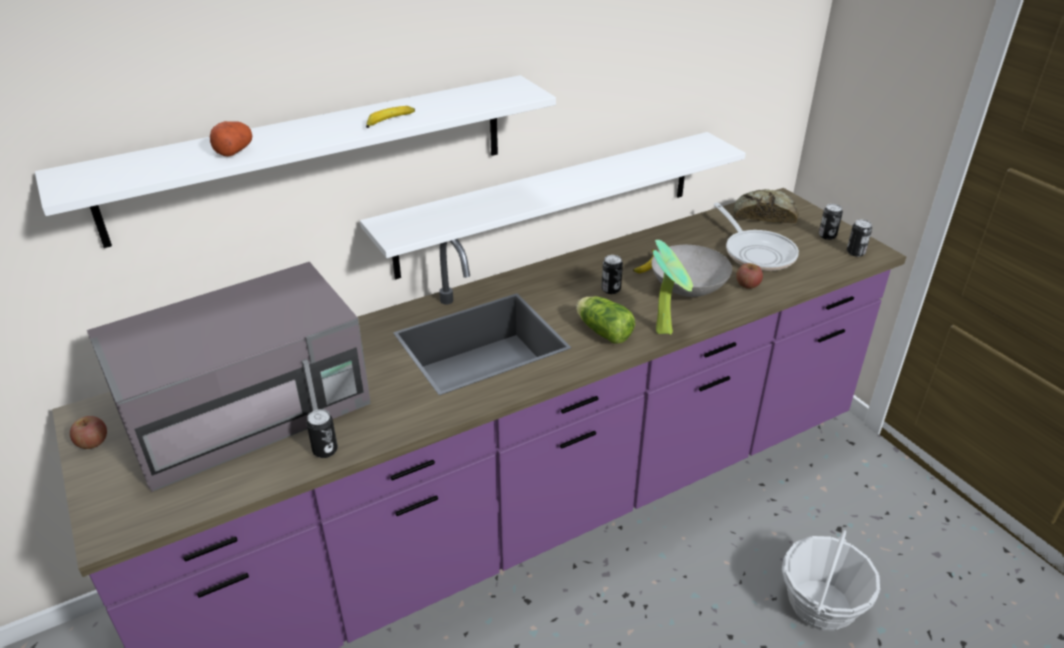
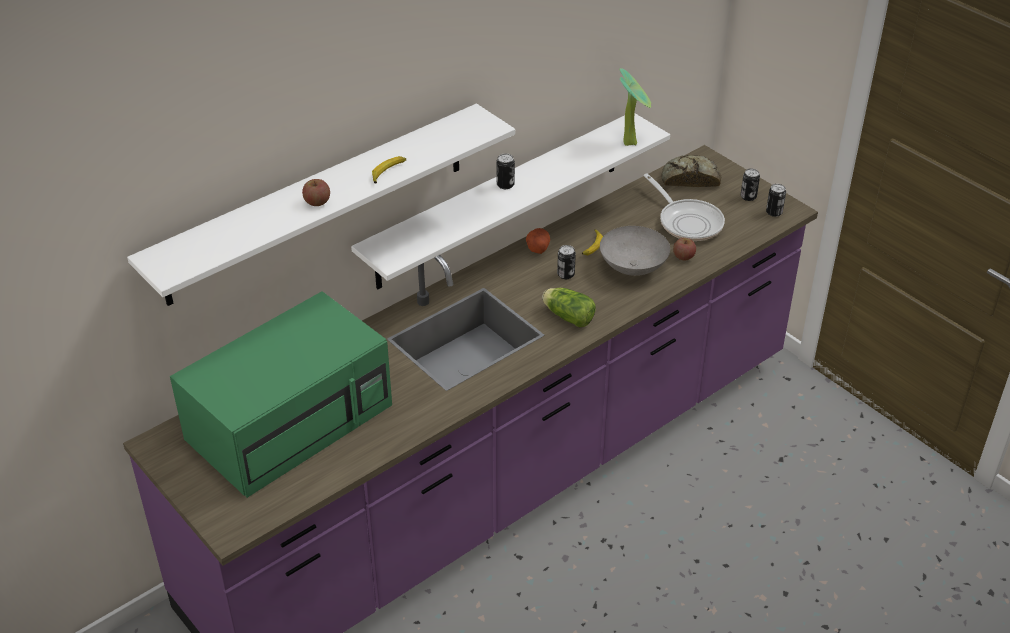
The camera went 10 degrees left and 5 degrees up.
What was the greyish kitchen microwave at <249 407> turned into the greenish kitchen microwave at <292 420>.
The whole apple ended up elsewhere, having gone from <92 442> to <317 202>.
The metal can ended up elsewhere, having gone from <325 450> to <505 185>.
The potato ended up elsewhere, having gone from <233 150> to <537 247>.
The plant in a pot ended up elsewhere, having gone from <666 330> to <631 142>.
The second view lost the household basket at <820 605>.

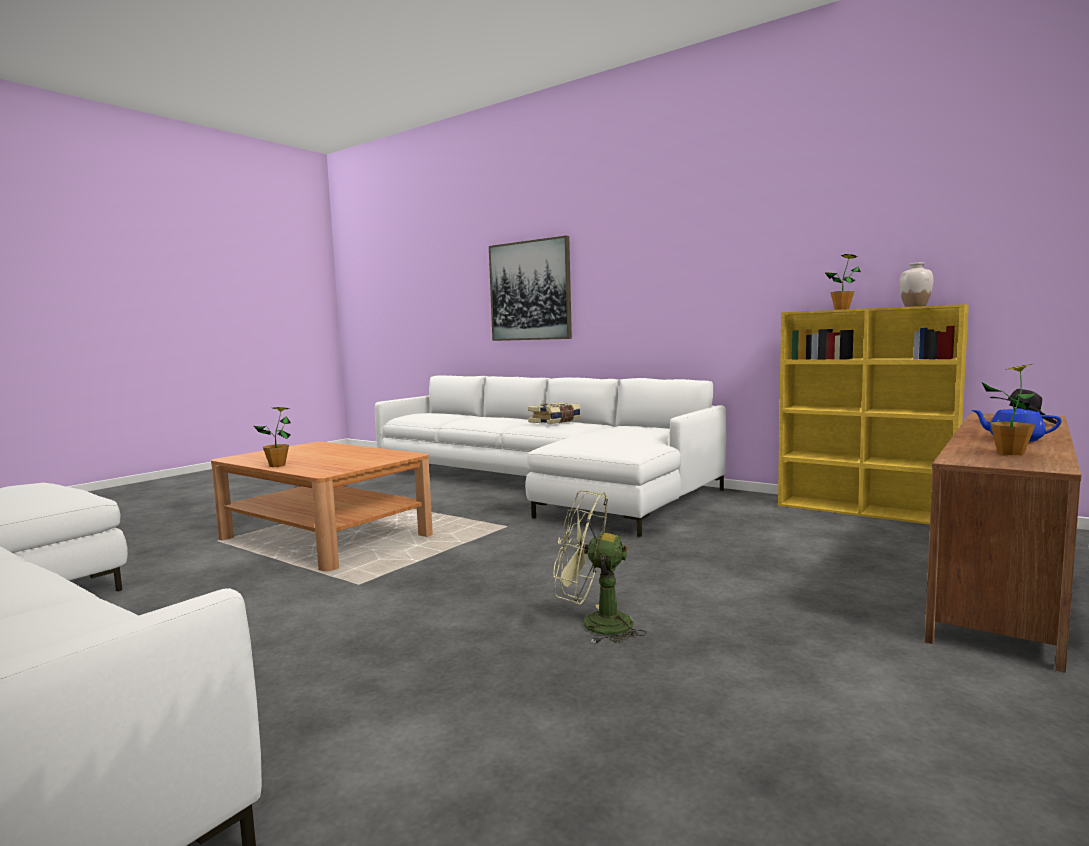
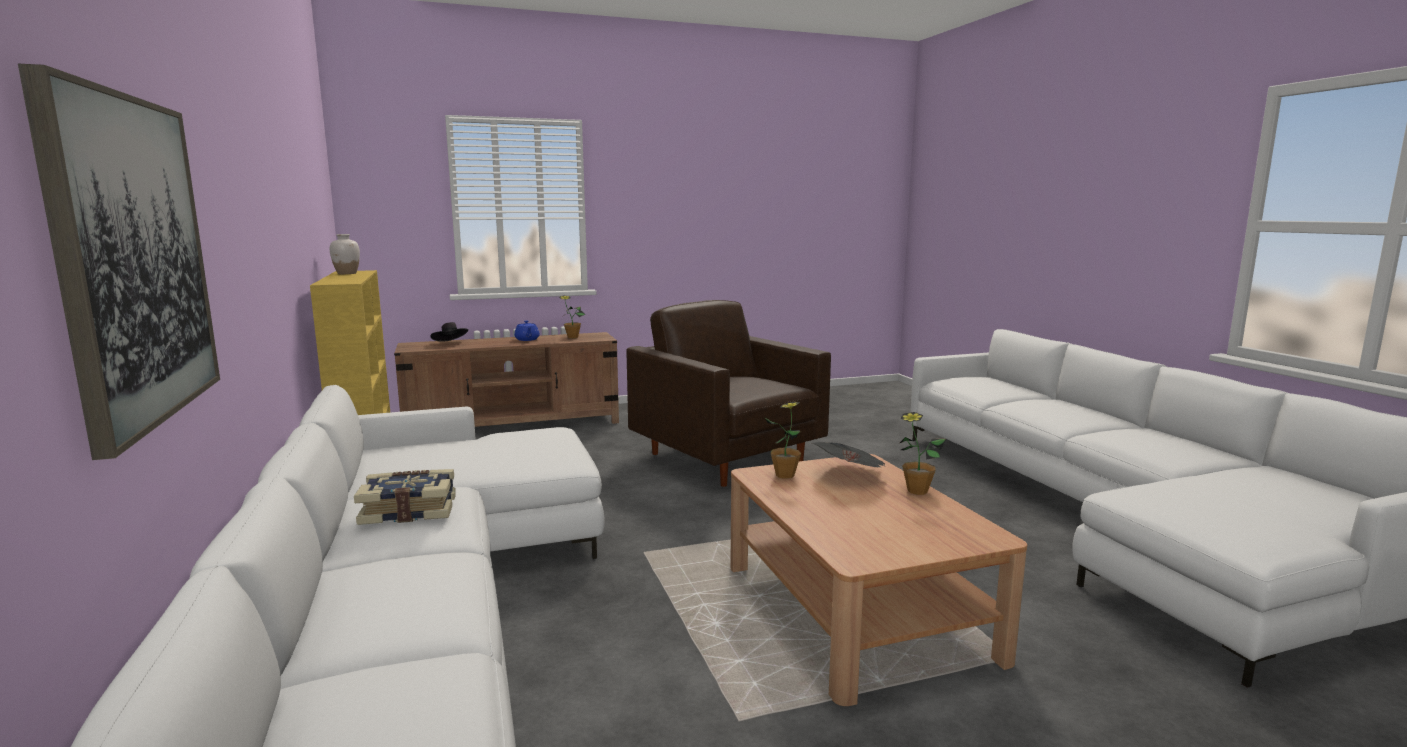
The camera went 145 degrees left and 5 degrees up.
Where the greenish cooling fan stood at <595 624>, the brown-coloured armchair came to stand at <728 459>.
The plant in a pot ended up elsewhere, having gone from <842 309> to <785 475>.
The second view gained the printed paper at <850 475>.

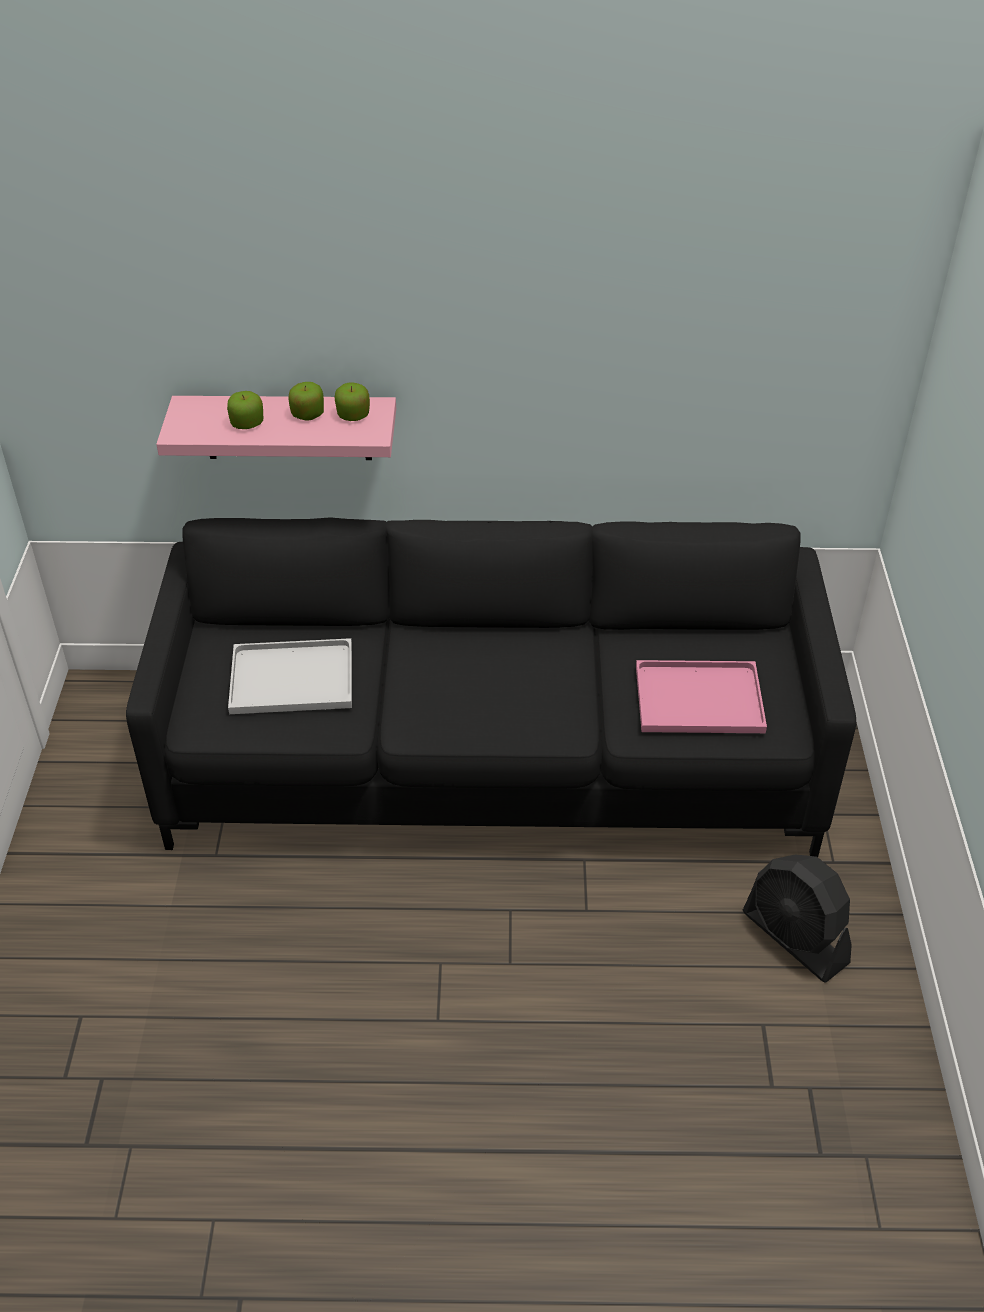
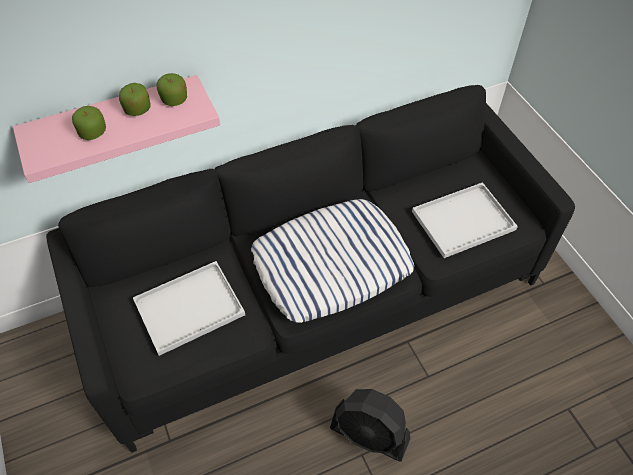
The camera went 25 degrees left and 10 degrees up.
The second view gained the cushion at <331 264>.
The black cooling fan ended up elsewhere, having gone from <795 938> to <369 434>.
What was the pinkish carrying tray at <696 700> turned into the white-coloured carrying tray at <462 222>.

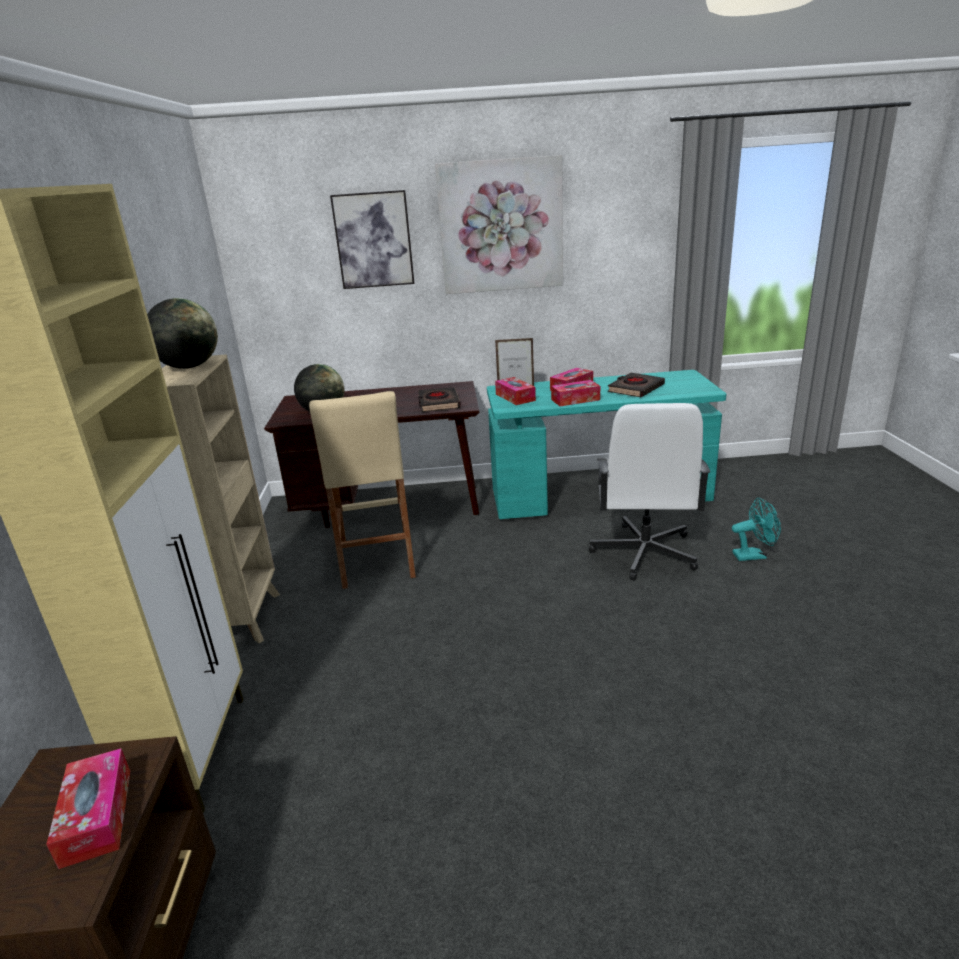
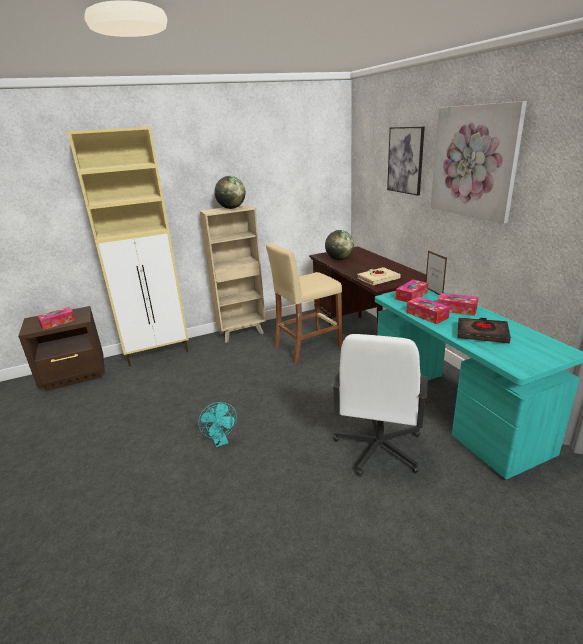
The camera went 70 degrees right and 0 degrees up.
The turquoise cooling fan ended up elsewhere, having gone from <754 555> to <220 441>.
The white-coloured office chair at <644 553> ended up facing another way, 60 degrees counterclockwise from before.
What was the black book at <438 403> turned into the sand-coloured book at <378 279>.

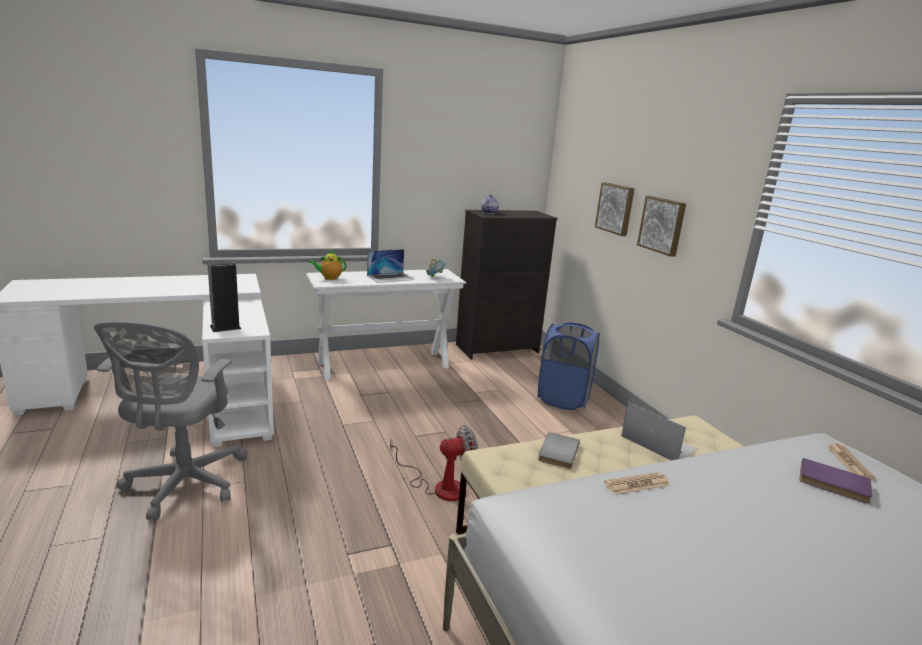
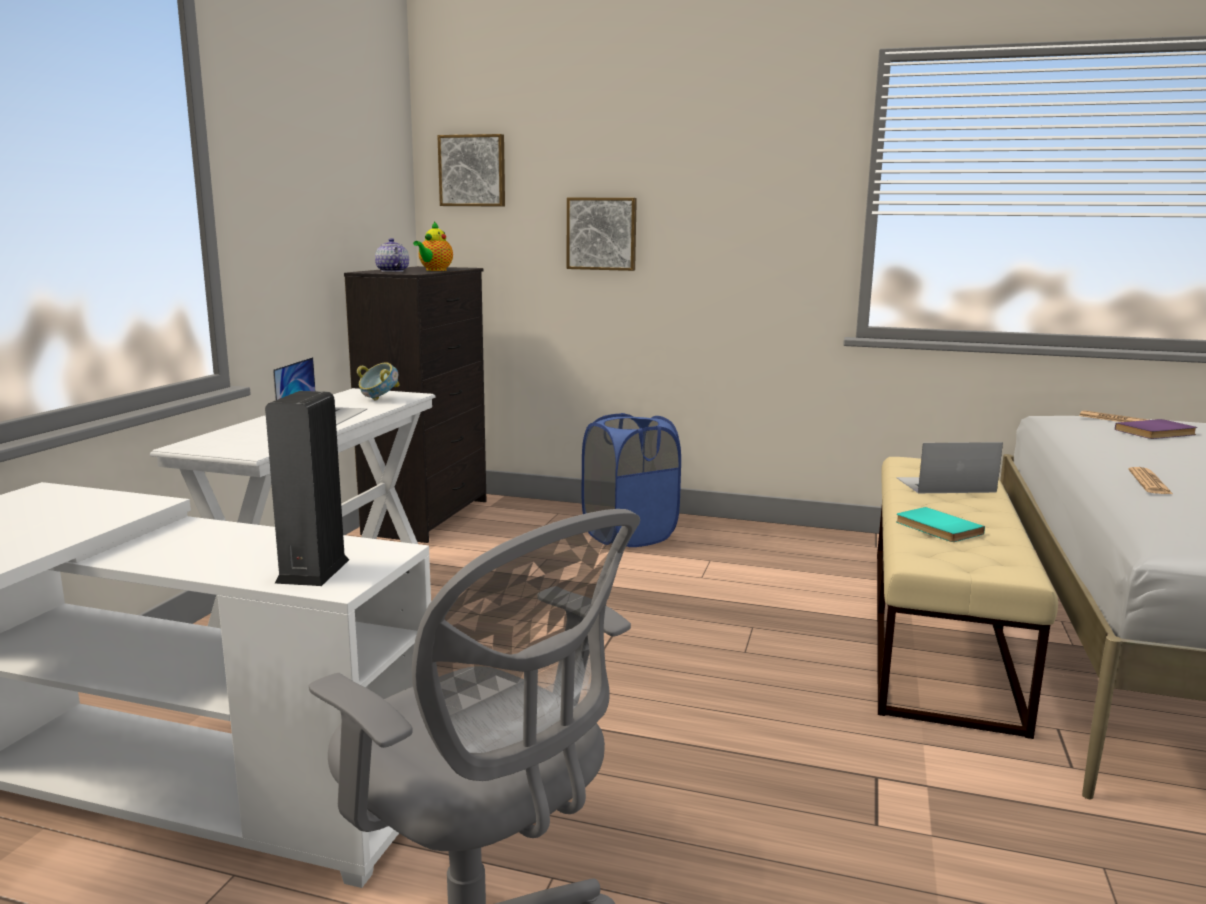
The camera went 50 degrees left and 5 degrees down.
The tea pot ended up elsewhere, having gone from <329 278> to <434 270>.
The wall art ended up elsewhere, having gone from <662 225> to <473 171>.
What was the greyish book at <557 452> turned into the turquoise book at <936 528>.
The second view lost the cooling fan at <440 486>.

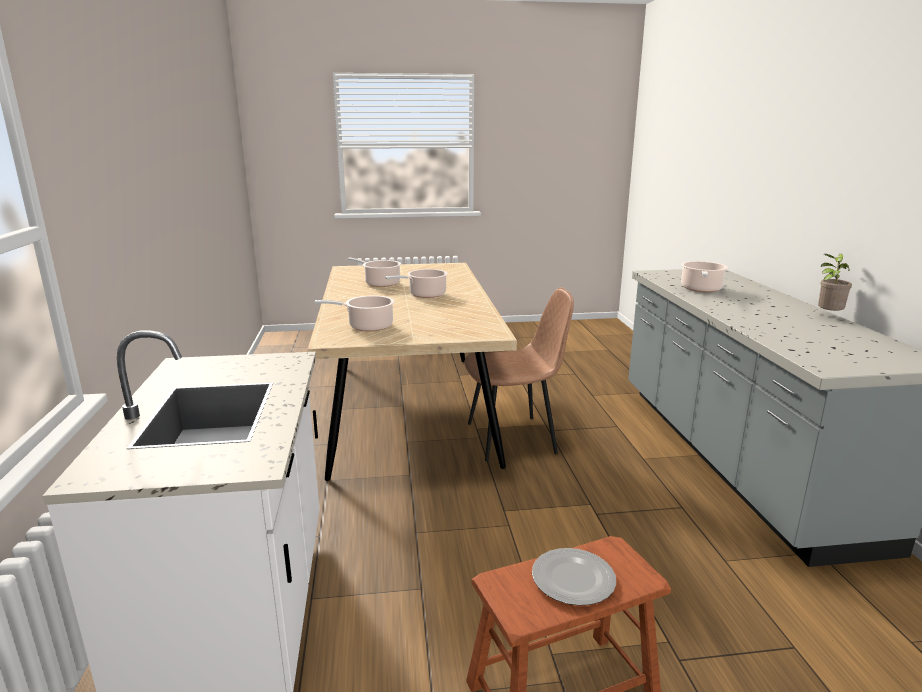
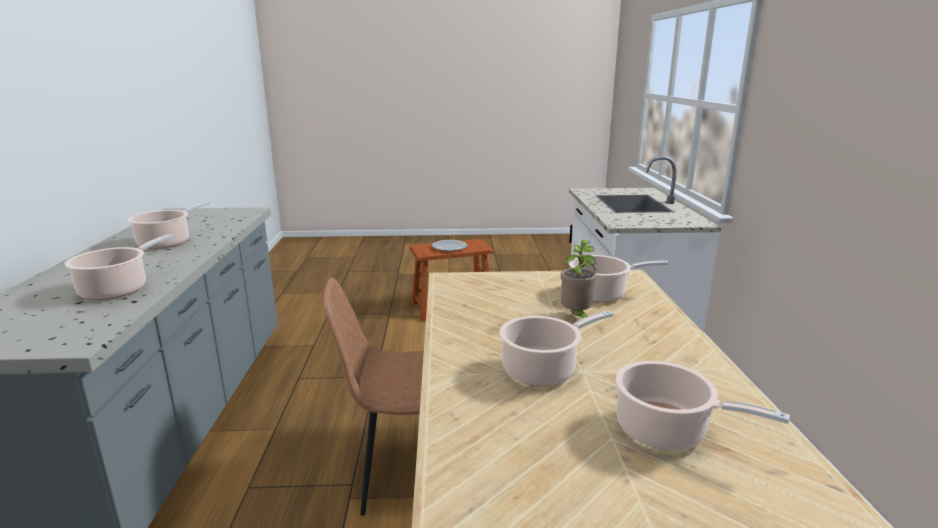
The camera went 175 degrees left and 0 degrees up.
The second view gained the cooking pot at <167 242>.
The plant in a pot ended up elsewhere, having gone from <827 316> to <576 317>.

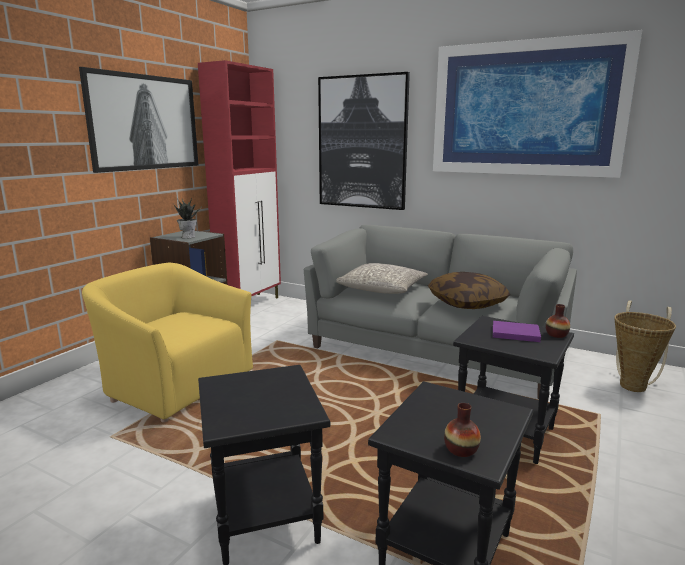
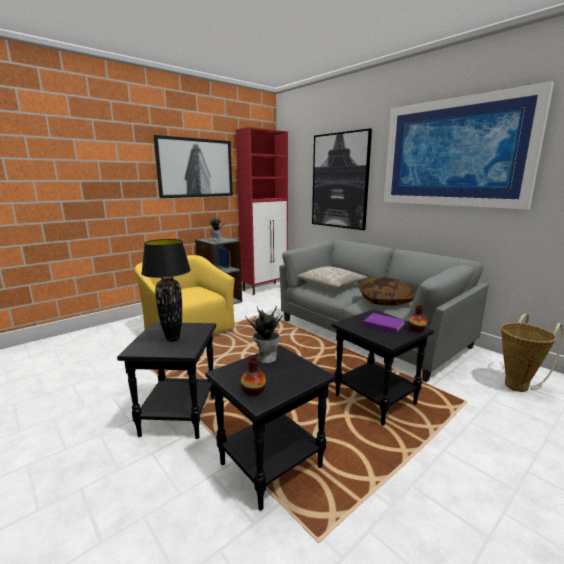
The camera went 20 degrees right and 0 degrees up.
The second view gained the black table lamp at <172 339>.
The second view gained the plant in a pot at <266 357>.

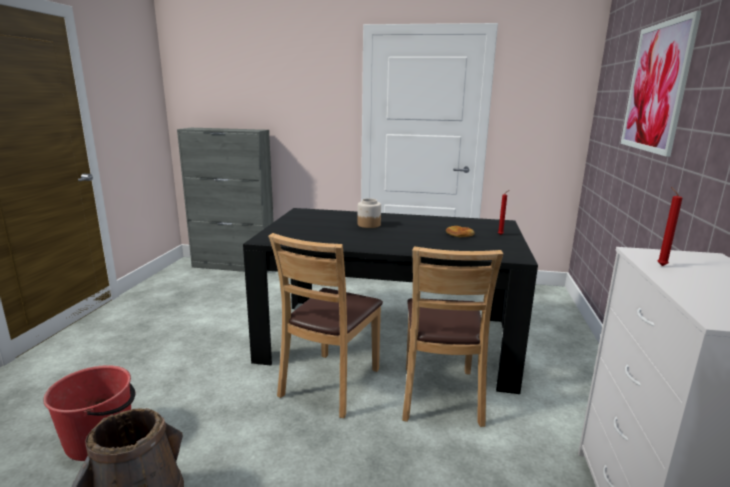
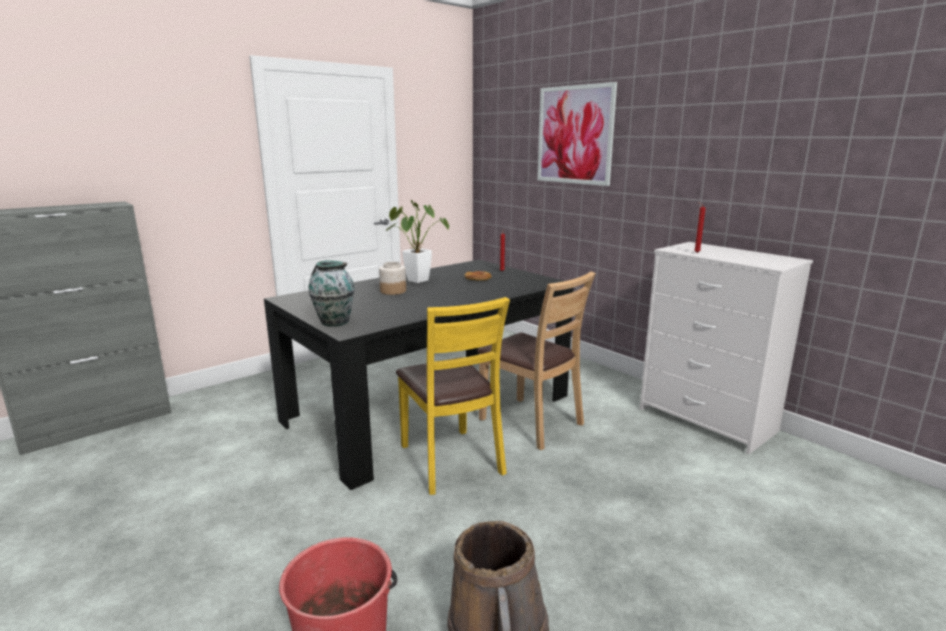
The camera went 50 degrees left and 0 degrees up.
The second view gained the vase at <334 322>.
The second view gained the plant in a pot at <414 280>.
What was the brown-coloured plain chair at <330 383> turned into the yellowish plain chair at <450 460>.

